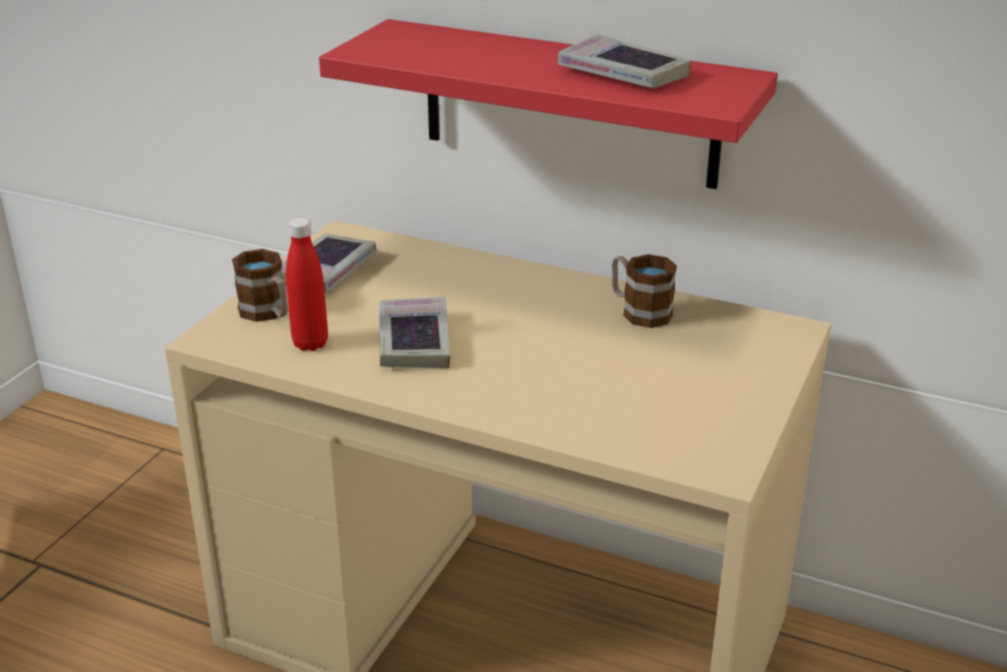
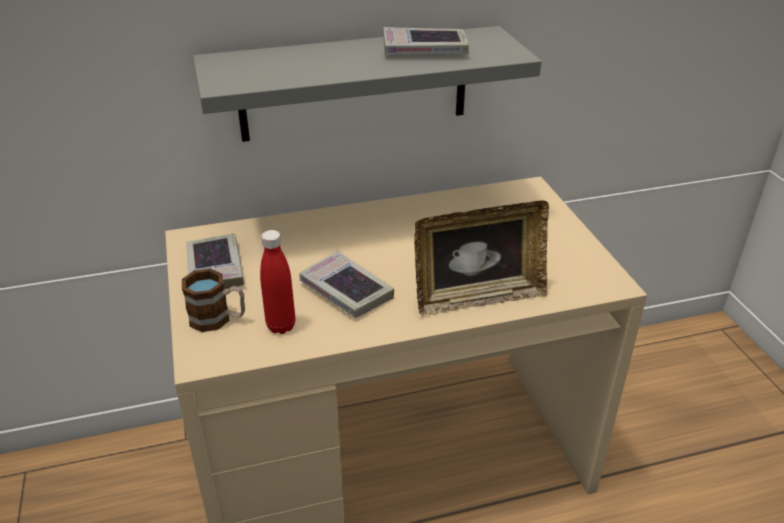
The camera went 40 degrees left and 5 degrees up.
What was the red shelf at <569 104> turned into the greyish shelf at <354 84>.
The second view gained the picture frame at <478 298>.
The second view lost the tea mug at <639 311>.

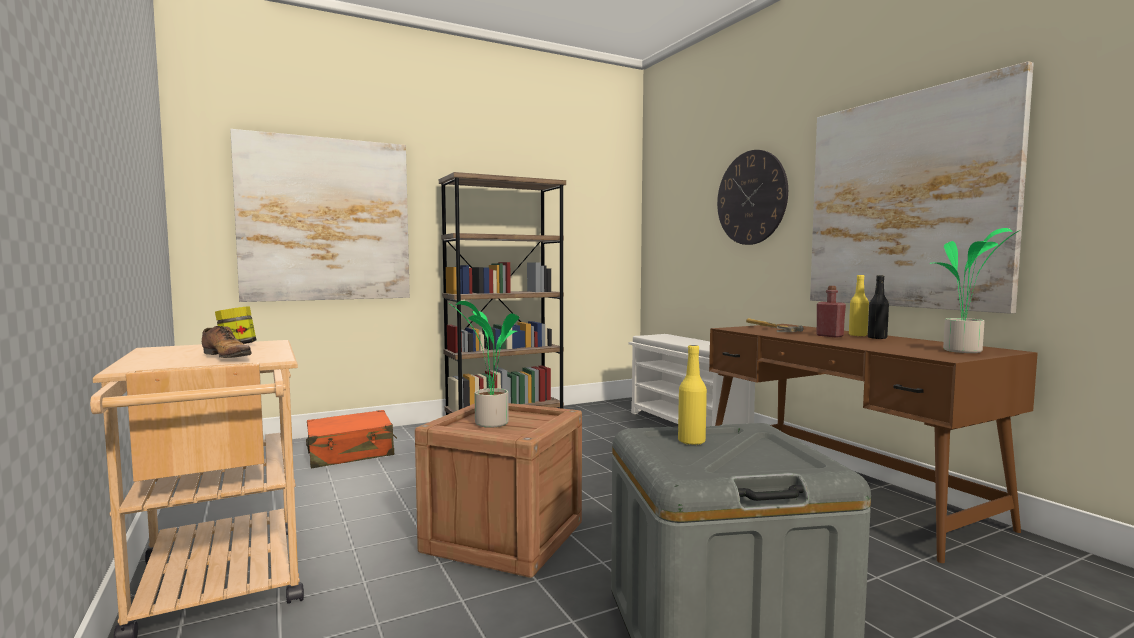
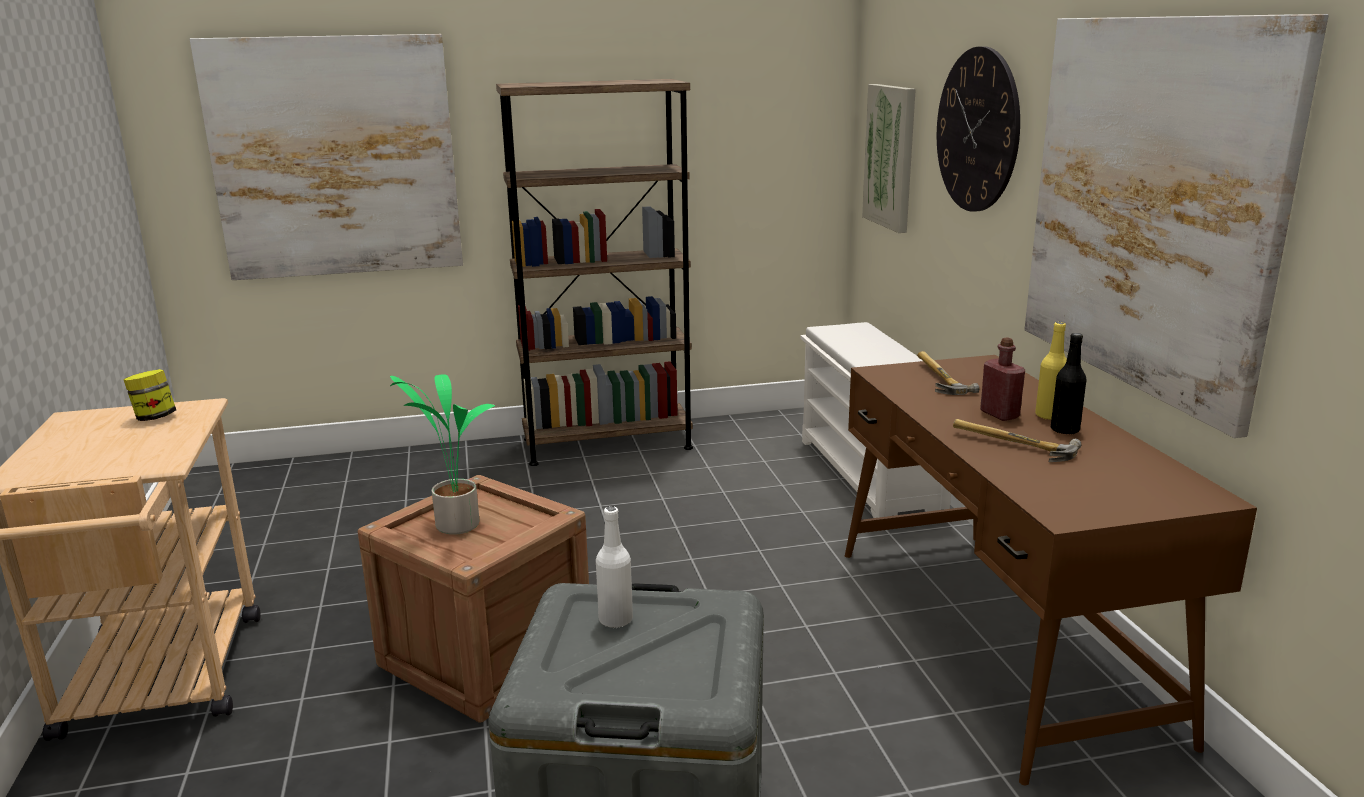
The camera went 15 degrees right and 15 degrees up.
What was the yellowish bottle at <691 441> turned into the white-coloured bottle at <615 620>.
The second view gained the wall art at <891 156>.
The second view gained the hammer at <1012 447>.
The second view lost the low shoe at <227 356>.
The second view lost the orangey suitcase at <351 453>.
The second view lost the plant in a pot at <965 351>.

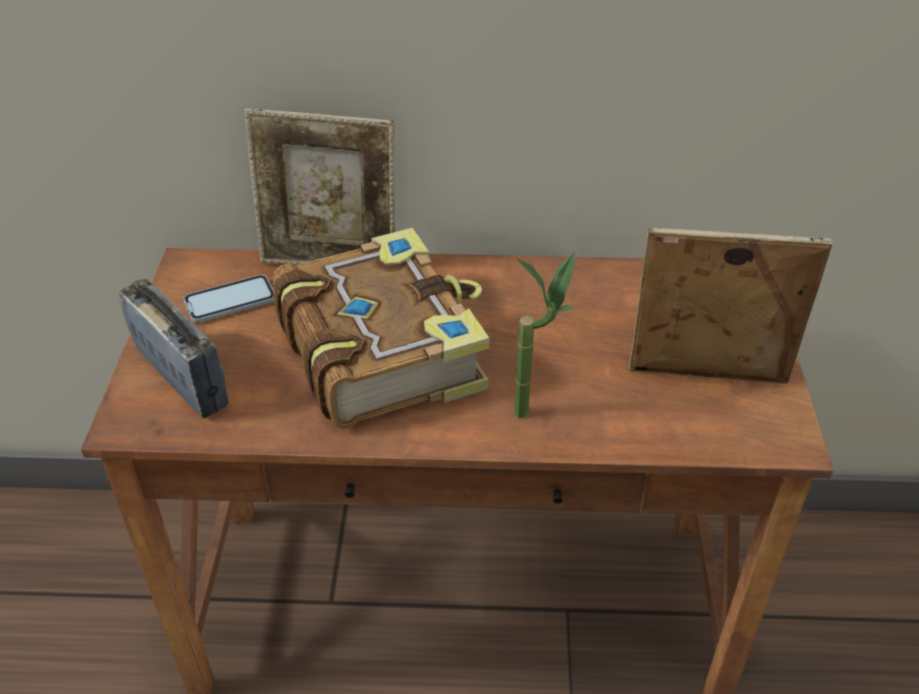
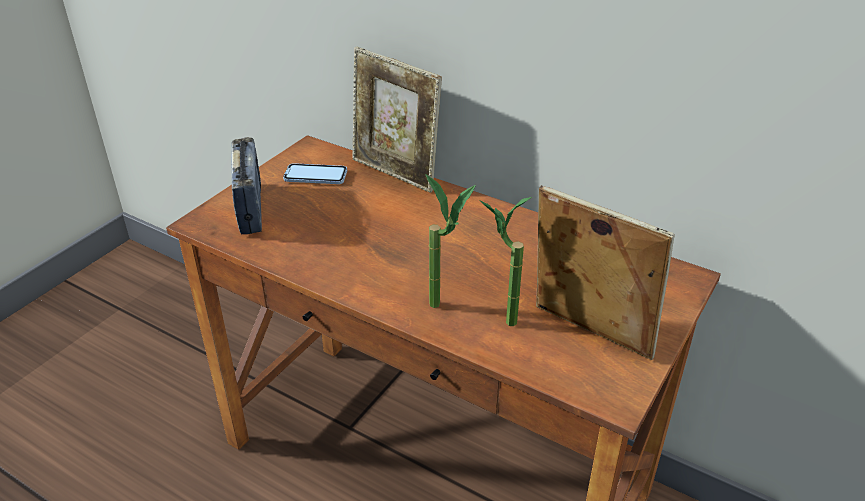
The camera went 30 degrees right and 5 degrees down.
The second view gained the plant in a pot at <499 320>.
The second view lost the book at <381 350>.

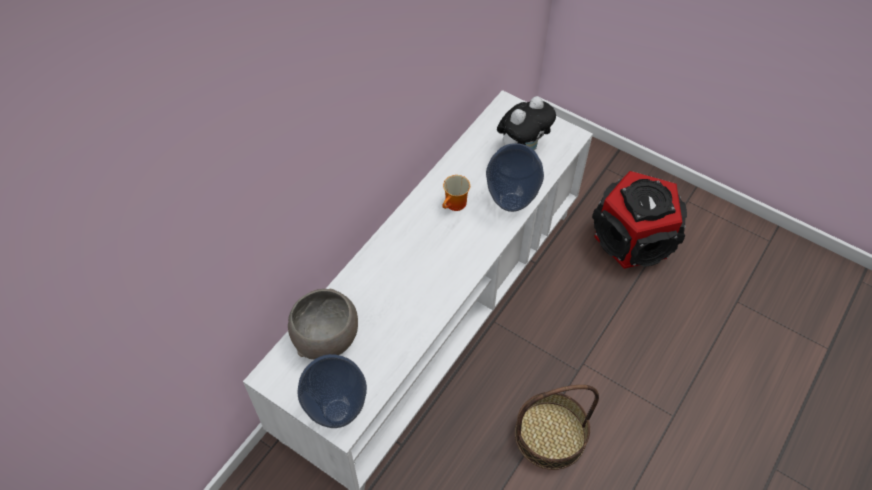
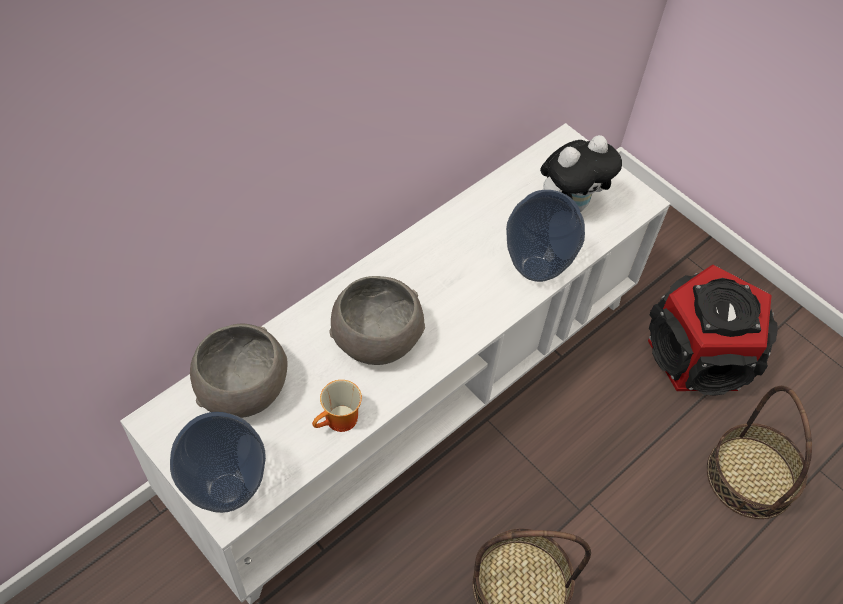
The camera went 10 degrees right and 0 degrees up.
The tea mug ended up elsewhere, having gone from <455 205> to <340 422>.
The second view gained the greyish serving bowl at <376 339>.
The second view gained the household basket at <750 477>.

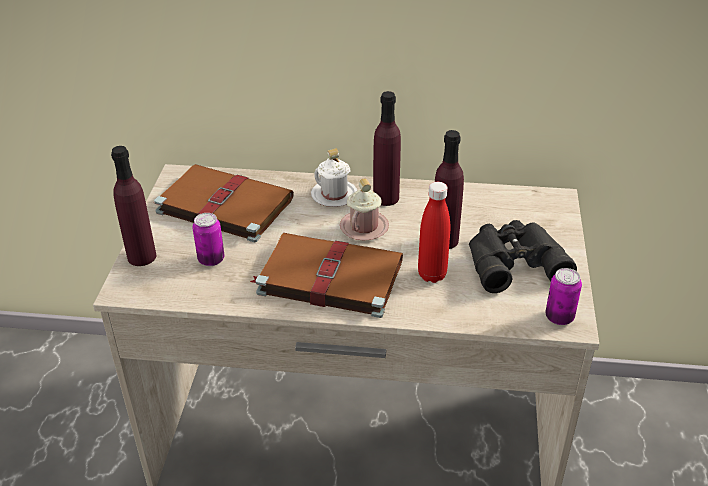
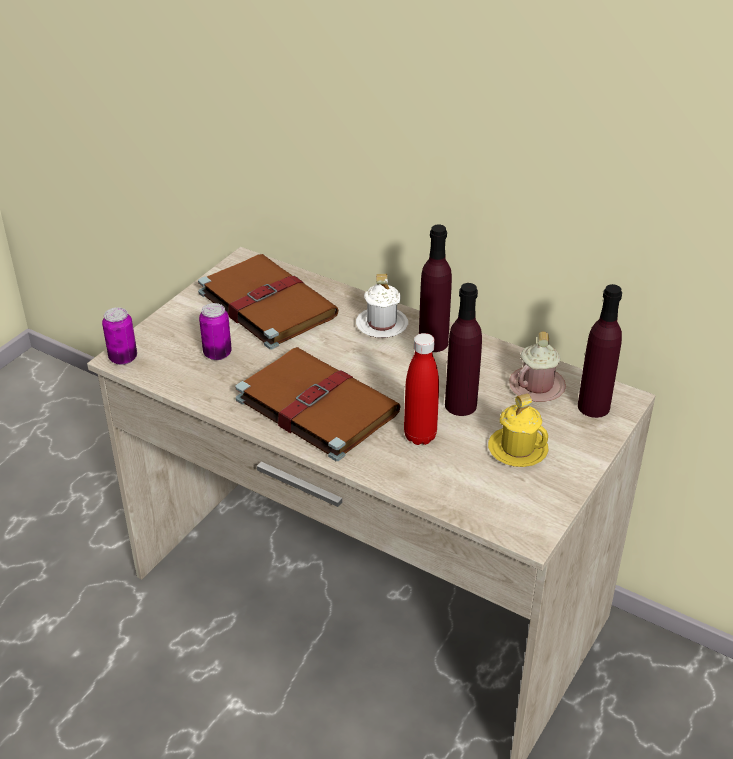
The camera went 25 degrees right and 0 degrees up.
The metal can ended up elsewhere, having gone from <559 317> to <123 358>.
Where the black field glasses stood at <513 261>, the yellowish tea mug came to stand at <517 449>.
The pinkish tea mug ended up elsewhere, having gone from <364 227> to <537 386>.
The purple bottle ended up elsewhere, having gone from <142 257> to <593 407>.

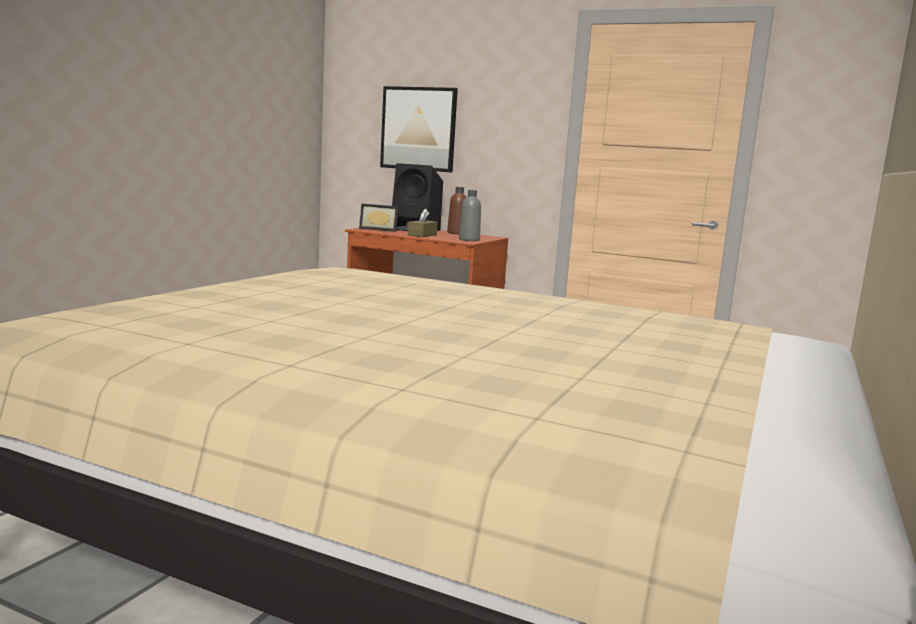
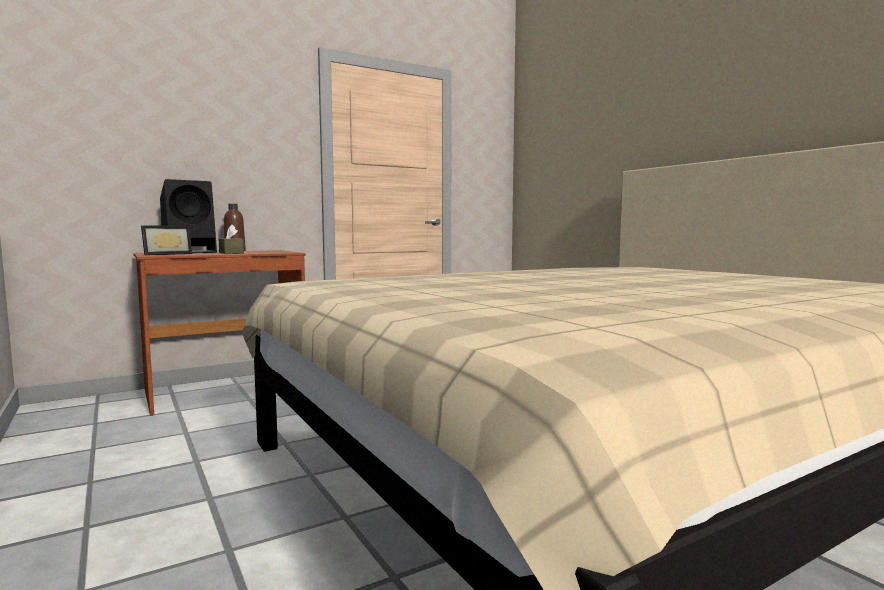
The camera went 55 degrees left and 5 degrees down.
The second view lost the wall art at <418 129>.
The second view lost the greyish bottle at <469 240>.

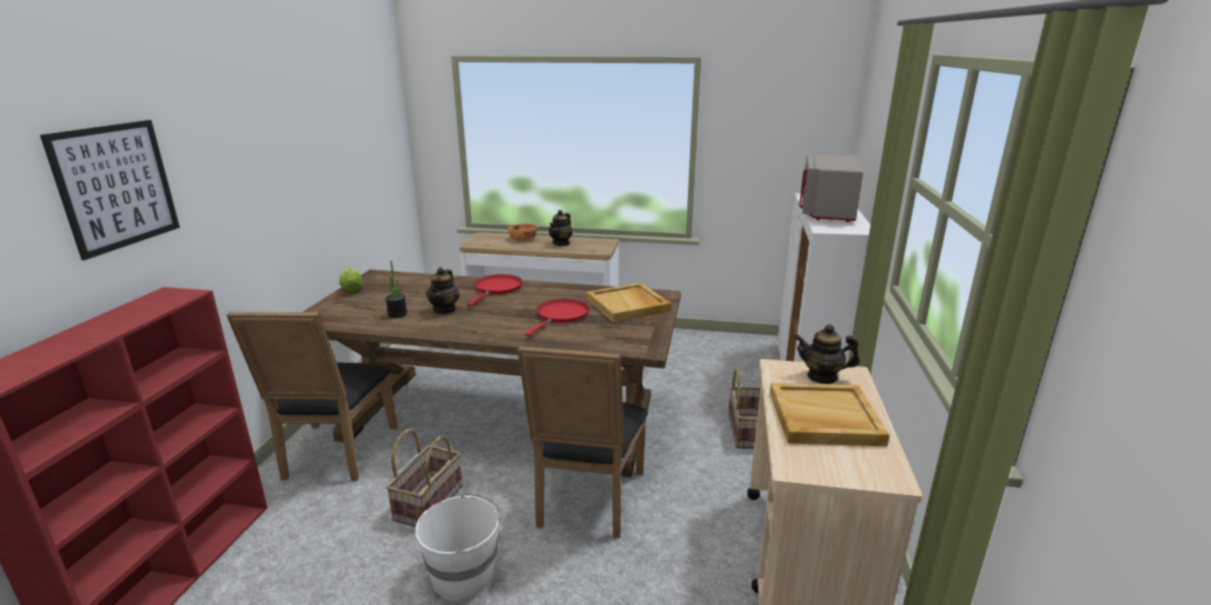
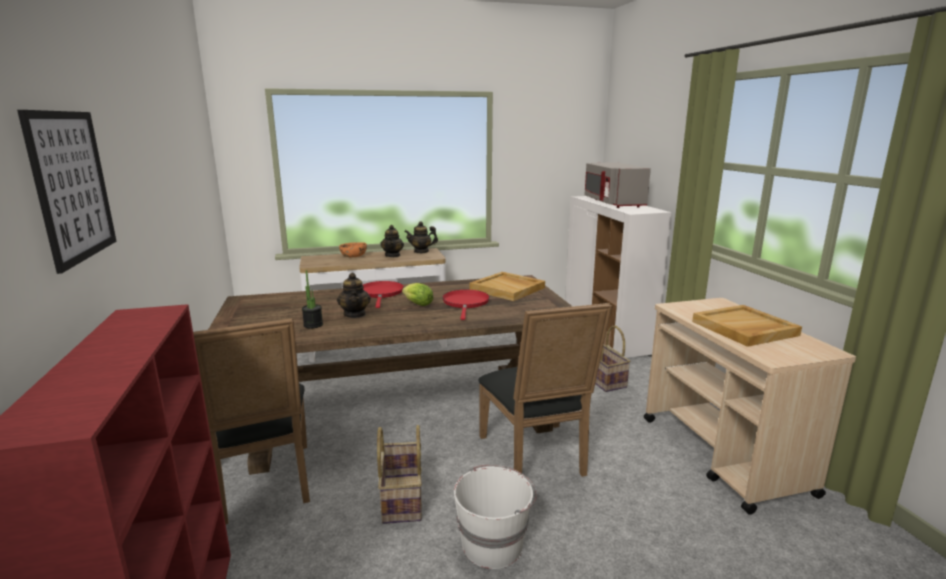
The camera went 25 degrees left and 5 degrees down.
The lettuce head ended up elsewhere, having gone from <351 289> to <416 304>.
The tea pot ended up elsewhere, having gone from <822 377> to <421 251>.

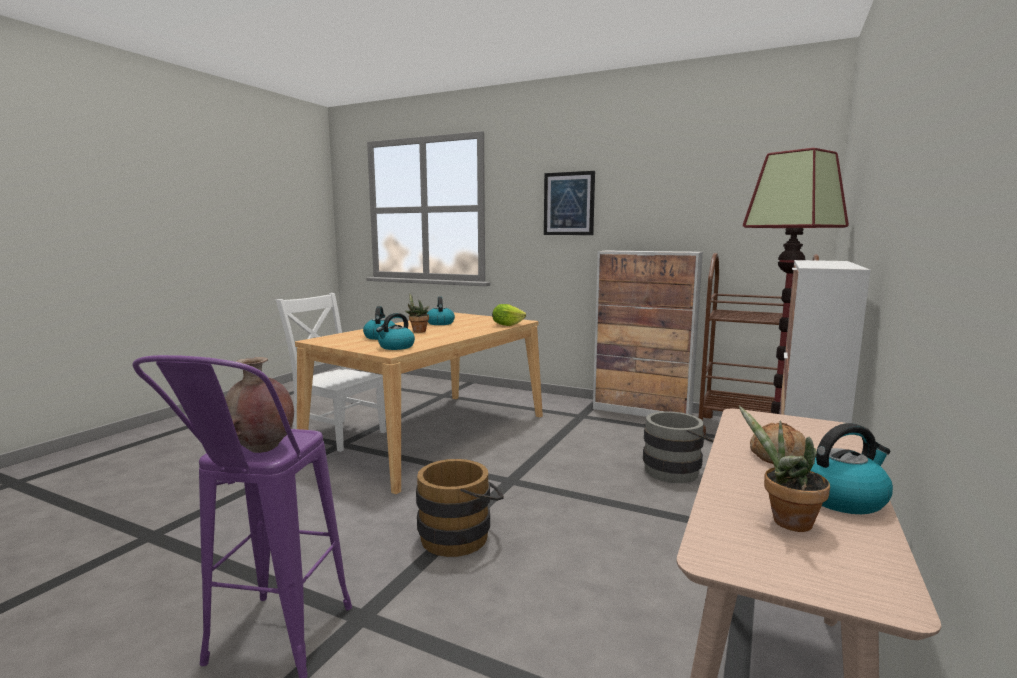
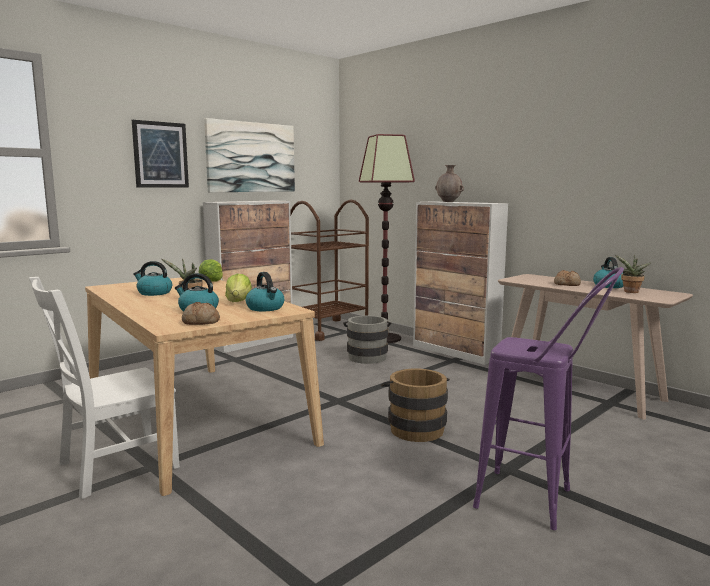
The camera went 70 degrees left and 0 degrees up.
The second view gained the bakery bread at <200 322>.
The second view gained the wall art at <251 157>.
The second view gained the lettuce head at <238 301>.
The brown-coloured vase ended up elsewhere, having gone from <262 449> to <448 202>.

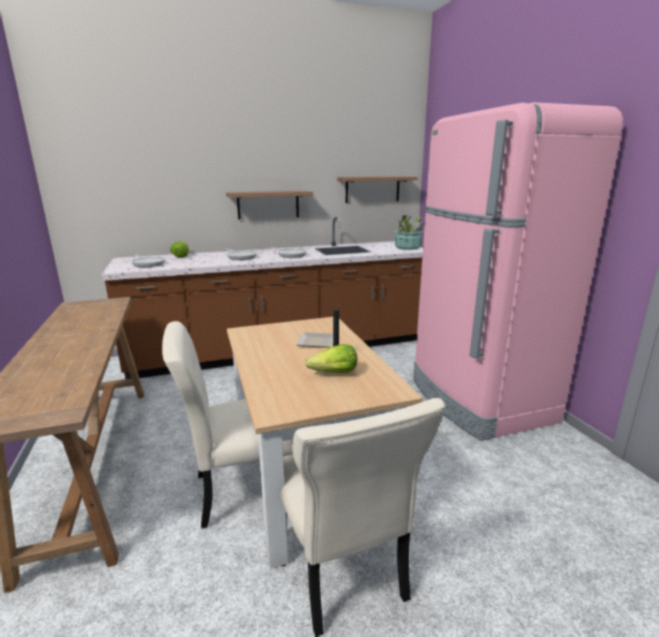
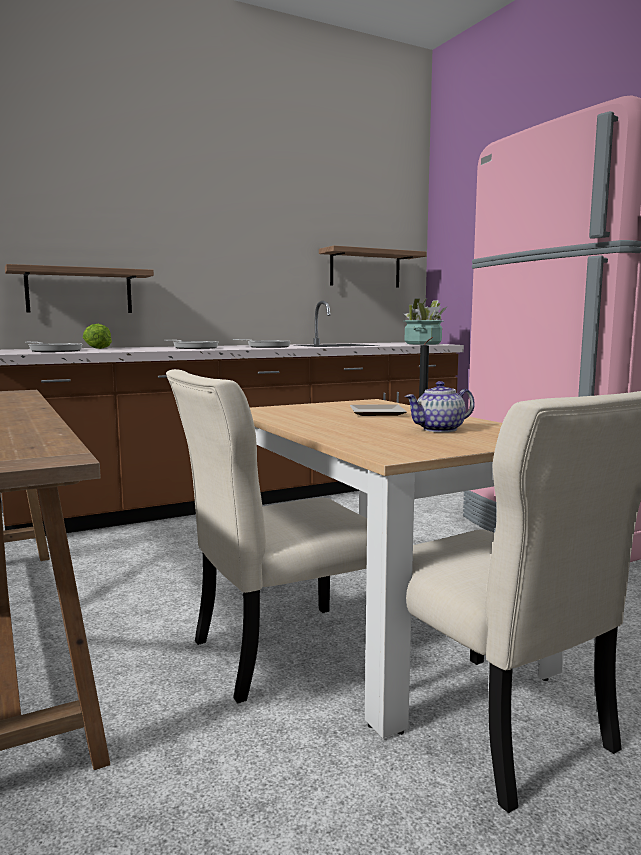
The camera went 10 degrees left and 10 degrees down.
The shelf ended up elsewhere, having gone from <268 204> to <79 291>.
Where the lettuce head stood at <334 373>, the tea pot came to stand at <439 429>.

